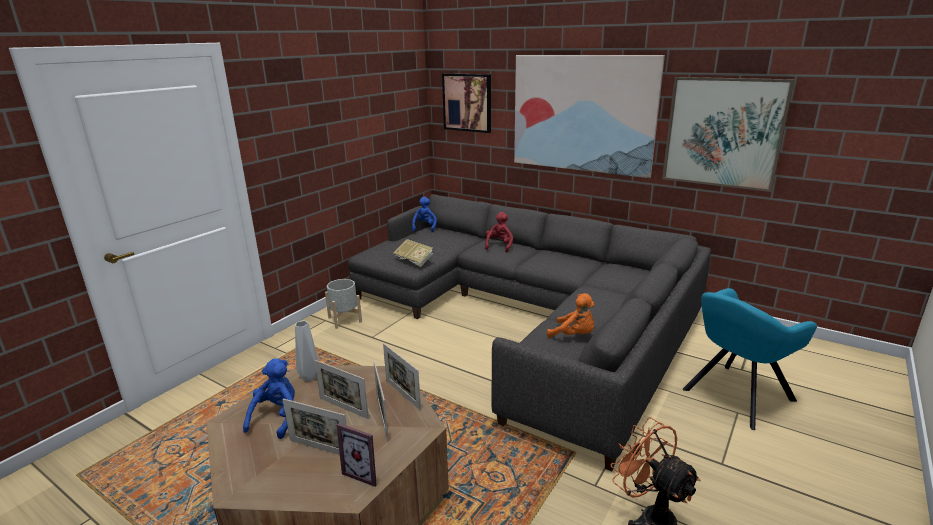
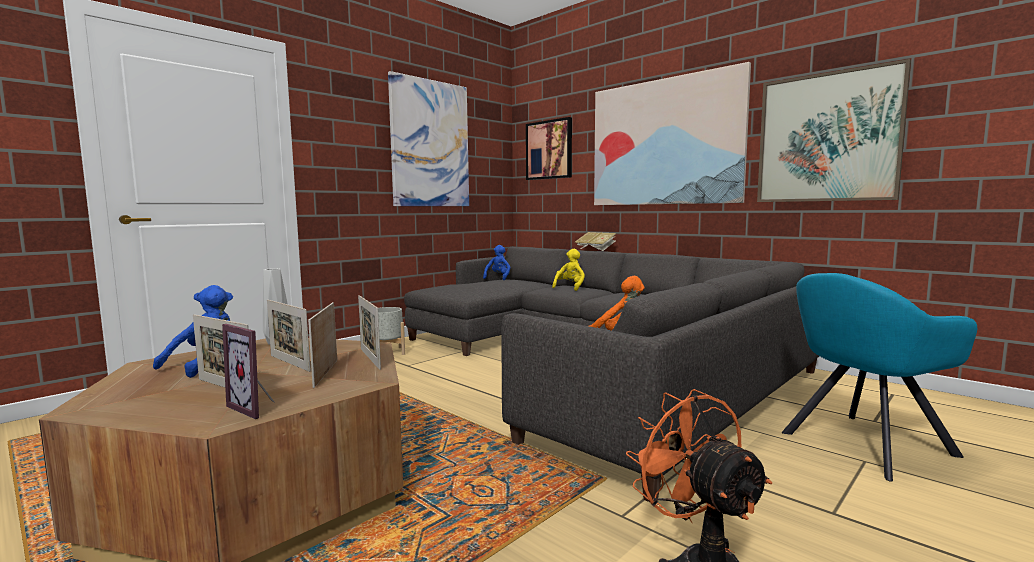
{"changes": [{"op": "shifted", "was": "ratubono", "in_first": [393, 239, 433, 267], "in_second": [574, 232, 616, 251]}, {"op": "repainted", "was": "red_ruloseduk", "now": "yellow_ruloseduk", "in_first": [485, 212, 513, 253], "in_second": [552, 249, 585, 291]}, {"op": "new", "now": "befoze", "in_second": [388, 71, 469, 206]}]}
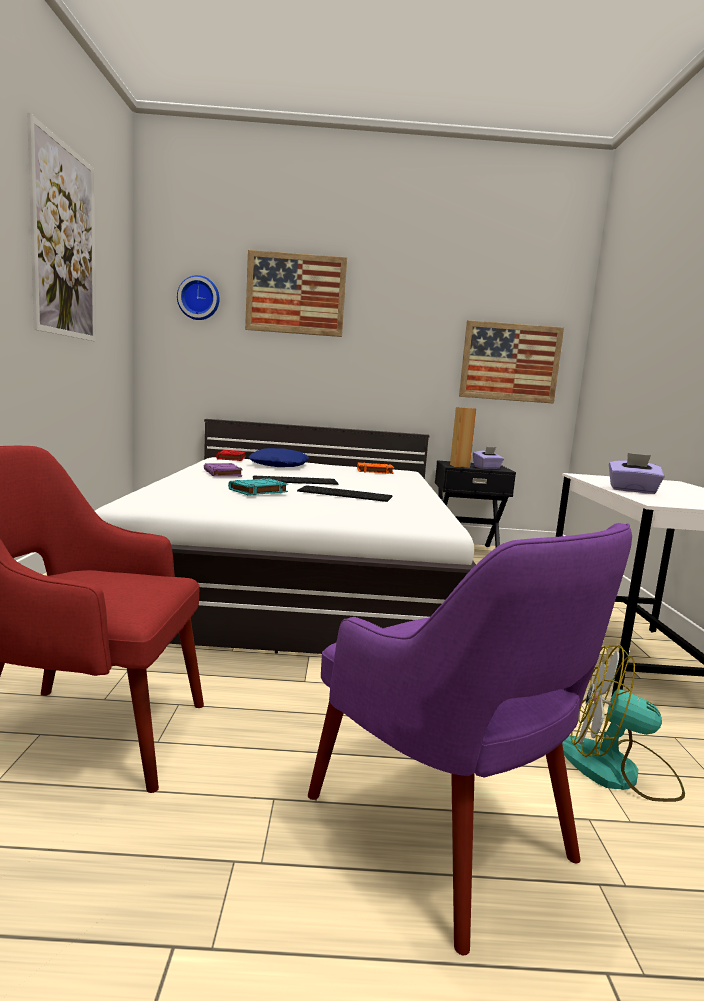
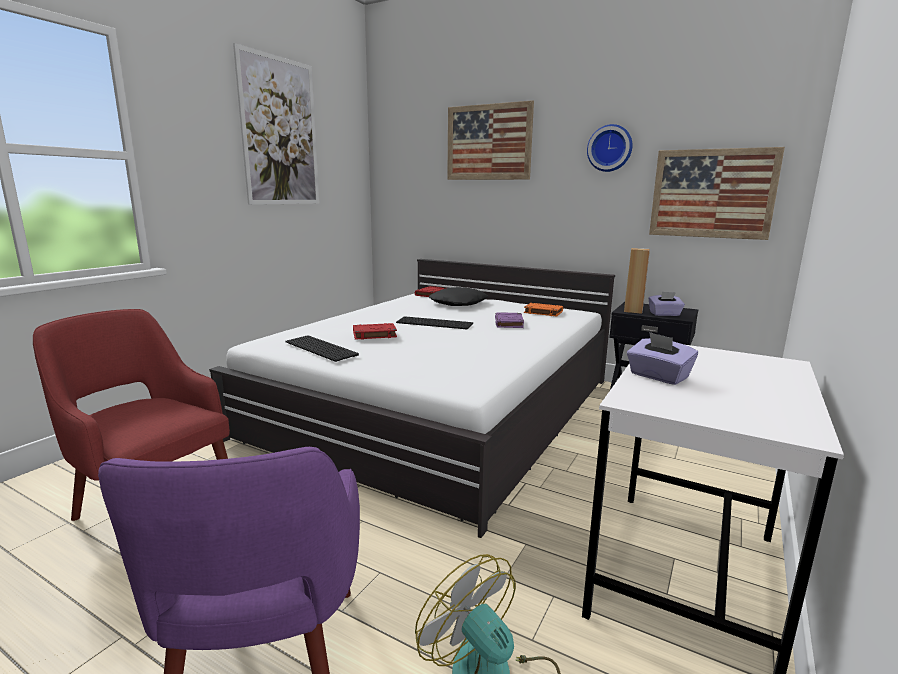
{"changes": [{"op": "shifted", "was": "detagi", "in_first": [177, 275, 220, 320], "in_second": [587, 124, 633, 172]}, {"op": "shifted", "was": "purple_ratubono", "in_first": [204, 463, 243, 477], "in_second": [495, 312, 524, 328]}, {"op": "repainted", "was": "turquoise_ratubono", "now": "red_ratubono", "in_first": [228, 478, 288, 495], "in_second": [353, 323, 397, 340]}, {"op": "repainted", "was": "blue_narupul", "now": "black_narupul", "in_first": [248, 448, 309, 467], "in_second": [429, 287, 488, 306]}, {"op": "shifted", "was": "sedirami", "in_first": [297, 485, 392, 502], "in_second": [285, 335, 359, 362]}]}
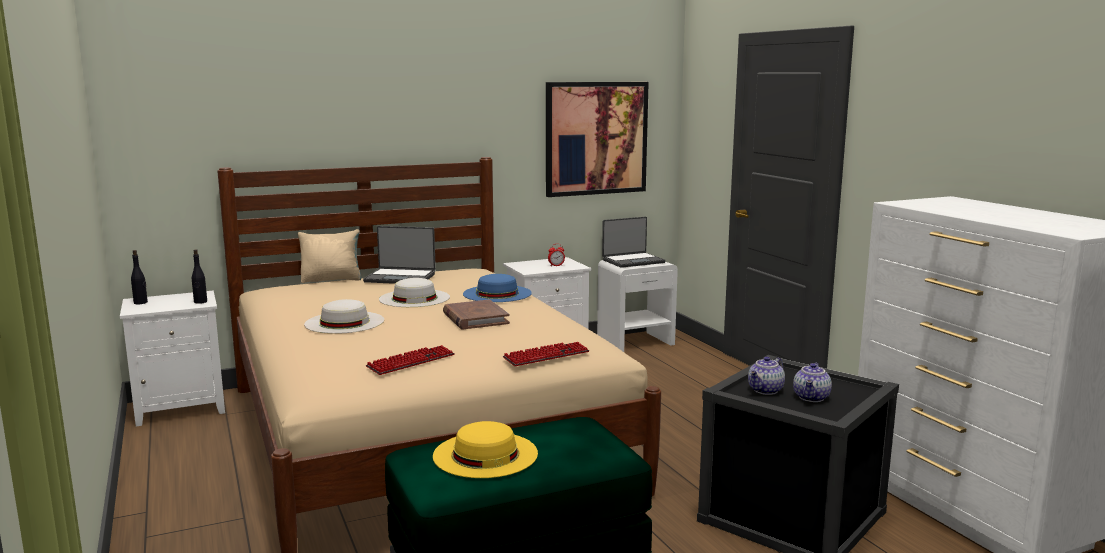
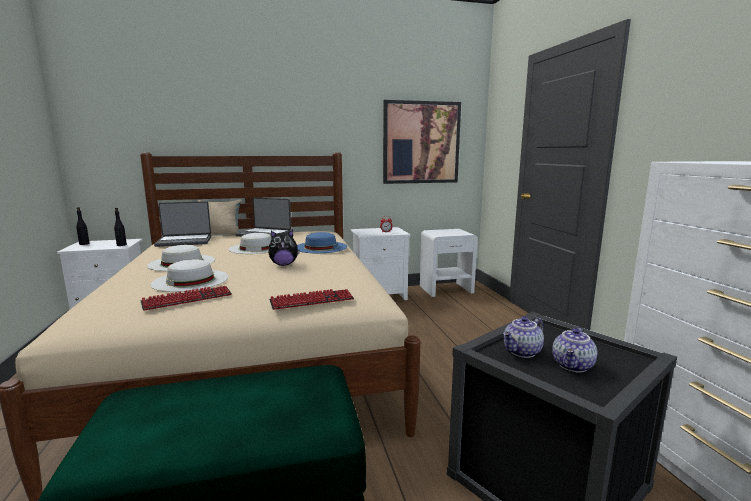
{"changes": [{"op": "gone", "was": "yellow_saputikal", "in_first": [433, 421, 538, 478]}, {"op": "swapped", "was": "brown_ratubono", "now": "ruloseduk", "in_first": [443, 299, 510, 330], "in_second": [268, 230, 300, 266]}, {"op": "shifted", "was": "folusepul", "in_first": [602, 217, 665, 268], "in_second": [154, 201, 211, 247]}, {"op": "new", "now": "white_saputikal", "in_second": [150, 259, 229, 292]}]}
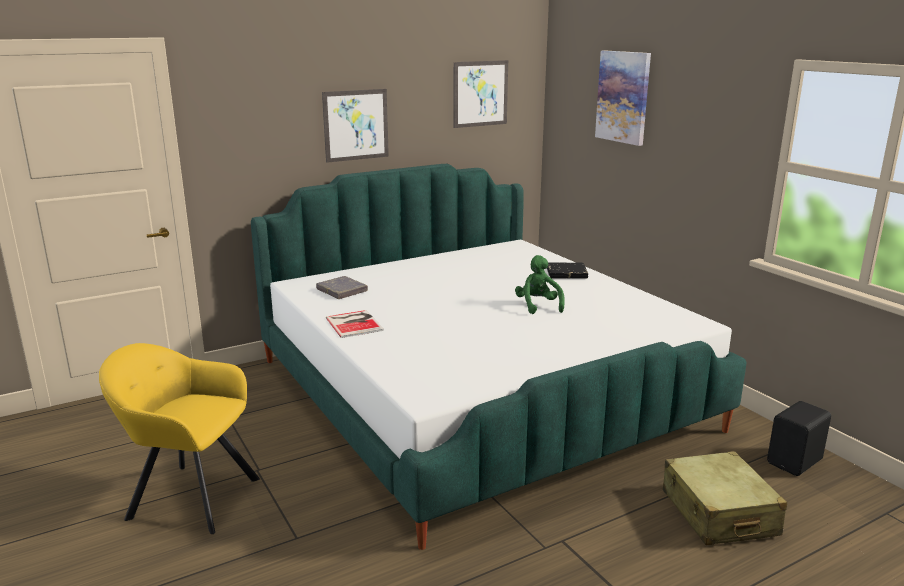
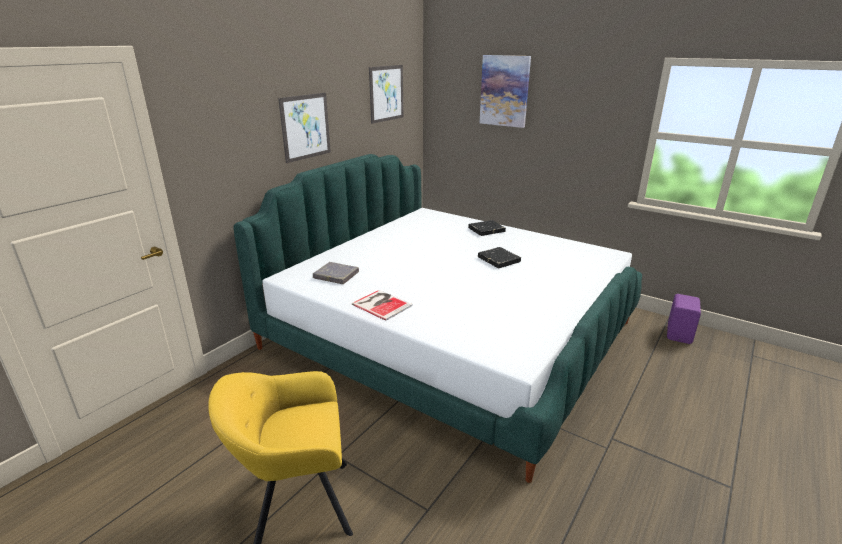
{"changes": [{"op": "swapped", "was": "green_ruloseduk", "now": "black_ratubono", "in_first": [515, 255, 565, 314], "in_second": [478, 247, 521, 268]}, {"op": "gone", "was": "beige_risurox", "in_first": [663, 451, 787, 545]}, {"op": "repainted", "was": "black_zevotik", "now": "purple_zevotik", "in_first": [767, 401, 831, 476], "in_second": [667, 294, 701, 344]}]}
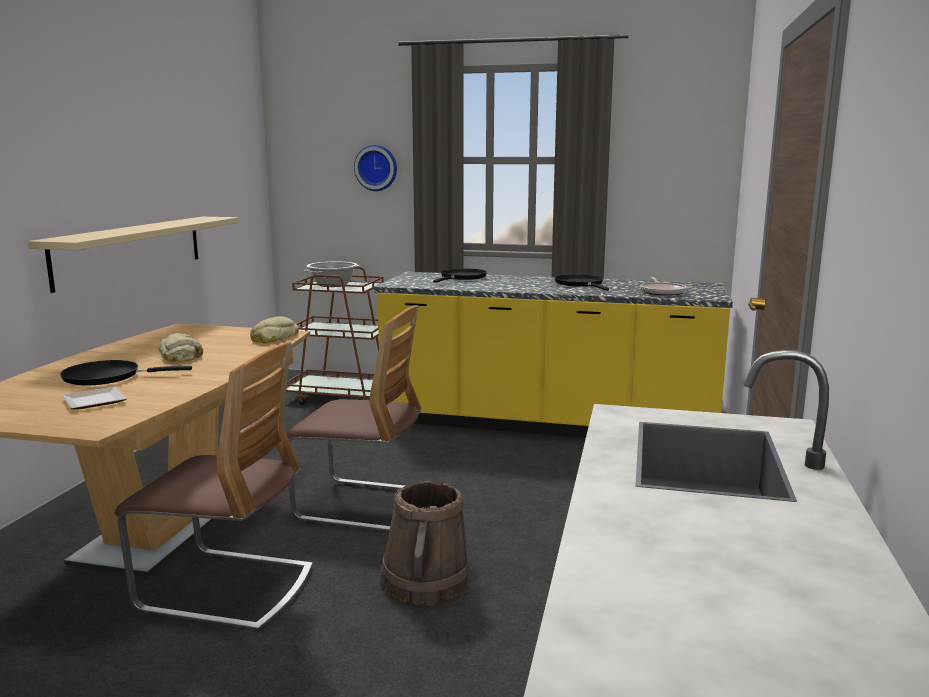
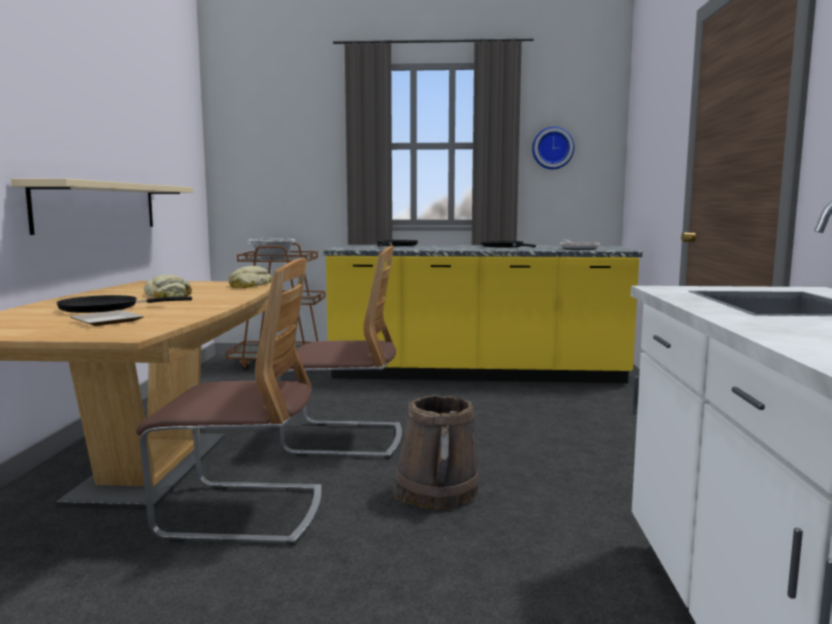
{"changes": [{"op": "shifted", "was": "detagi", "in_first": [354, 145, 397, 191], "in_second": [532, 127, 574, 169]}]}
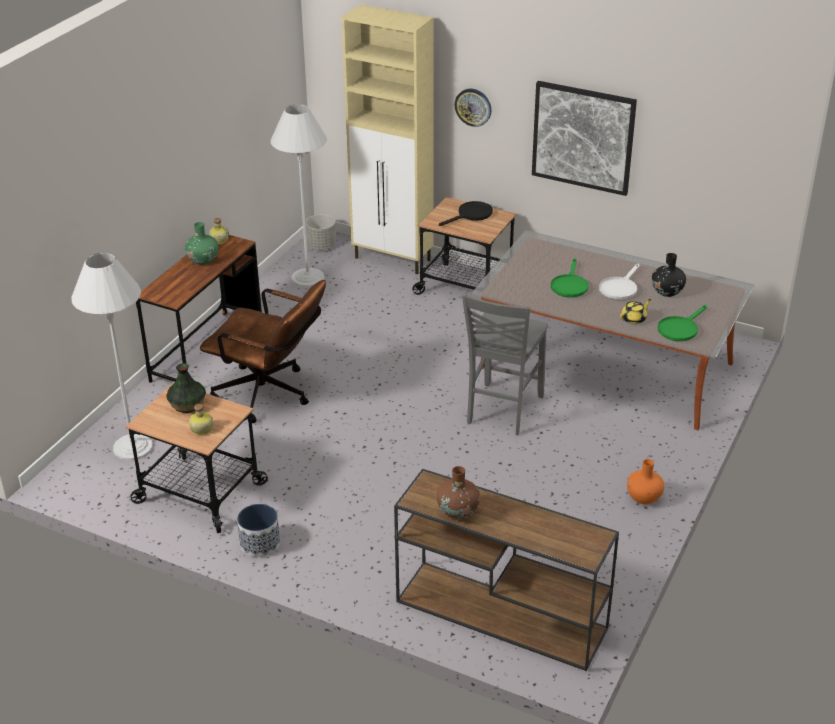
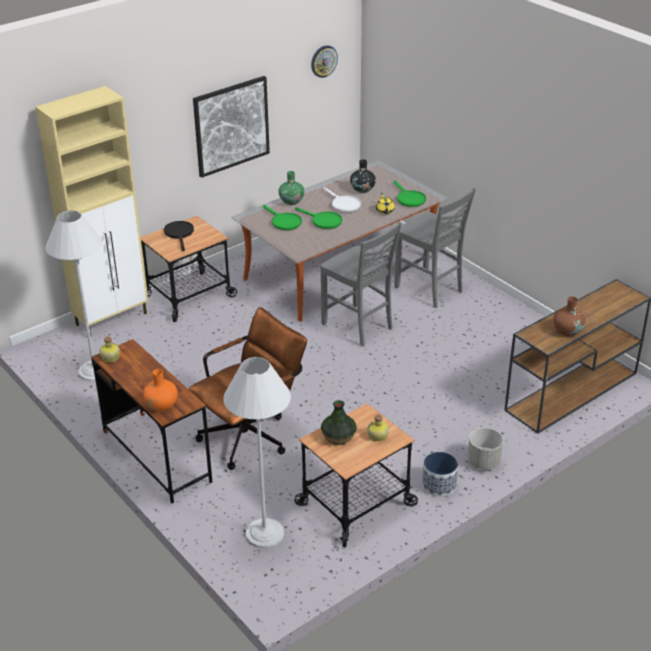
{"changes": [{"op": "shifted", "was": "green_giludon", "in_first": [185, 222, 219, 265], "in_second": [278, 171, 304, 205]}, {"op": "shifted", "was": "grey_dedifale", "in_first": [306, 214, 336, 250], "in_second": [467, 428, 503, 470]}, {"op": "shifted", "was": "detagi", "in_first": [454, 89, 492, 127], "in_second": [311, 45, 338, 78]}, {"op": "shifted", "was": "orange_giludon", "in_first": [627, 459, 664, 504], "in_second": [143, 369, 178, 411]}, {"op": "new", "now": "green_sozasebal", "in_second": [263, 205, 302, 230]}, {"op": "new", "now": "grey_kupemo", "in_second": [394, 188, 476, 308]}]}
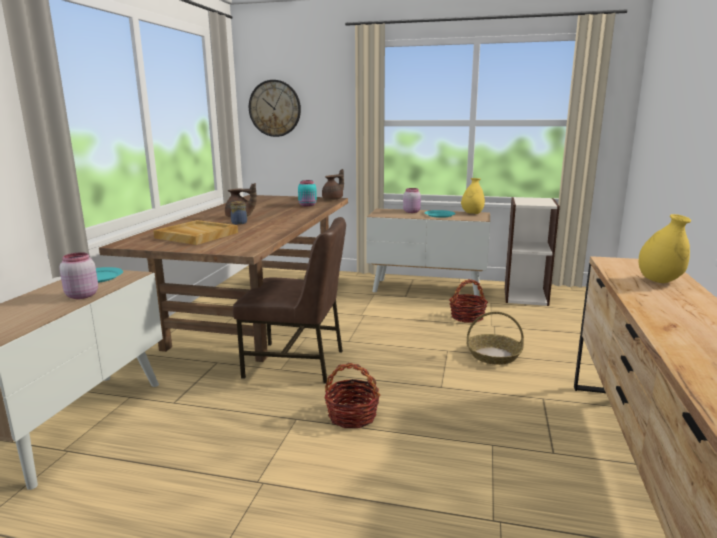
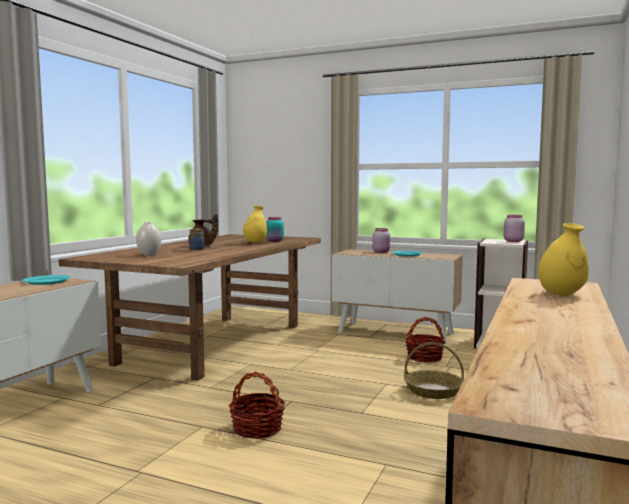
{"changes": [{"op": "shifted", "was": "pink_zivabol", "in_first": [59, 252, 98, 299], "in_second": [504, 215, 525, 242]}, {"op": "swapped", "was": "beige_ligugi", "now": "white_giludon", "in_first": [153, 220, 238, 245], "in_second": [136, 221, 162, 256]}, {"op": "gone", "was": "brown_kupemo", "in_first": [233, 217, 346, 384]}, {"op": "gone", "was": "detagi", "in_first": [249, 80, 301, 137]}, {"op": "gone", "was": "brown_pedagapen", "in_first": [322, 169, 344, 200]}, {"op": "shifted", "was": "yellow_giludon", "in_first": [461, 178, 485, 214], "in_second": [243, 206, 267, 243]}]}
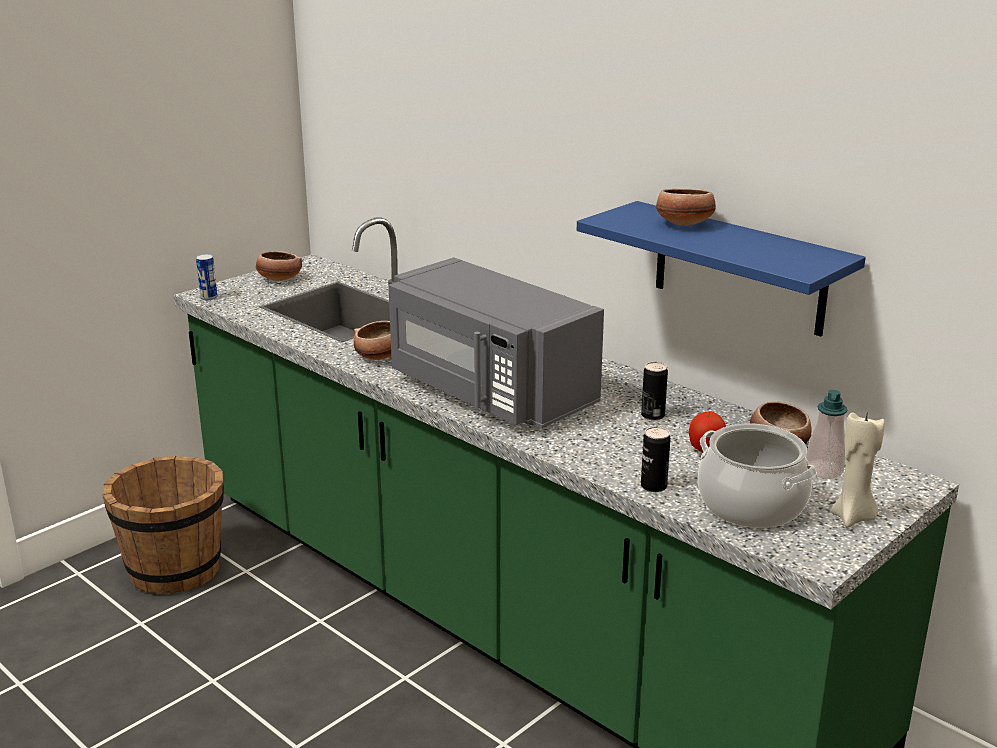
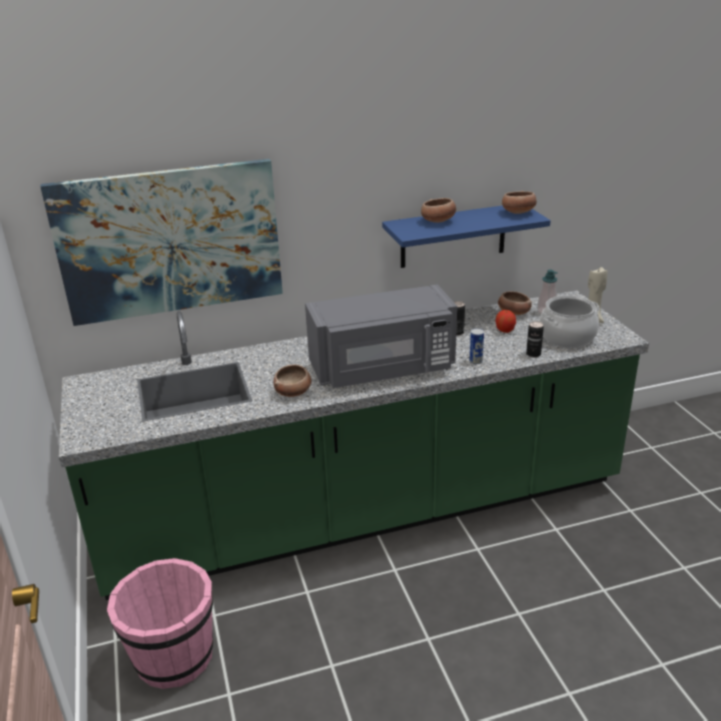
{"changes": [{"op": "repainted", "was": "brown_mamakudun", "now": "pink_mamakudun", "in_first": [102, 456, 224, 594], "in_second": [107, 558, 213, 689]}, {"op": "shifted", "was": "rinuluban", "in_first": [196, 254, 217, 300], "in_second": [469, 328, 484, 364]}, {"op": "shifted", "was": "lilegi", "in_first": [256, 251, 302, 281], "in_second": [502, 191, 537, 214]}, {"op": "new", "now": "befoze", "in_second": [40, 159, 283, 326]}]}
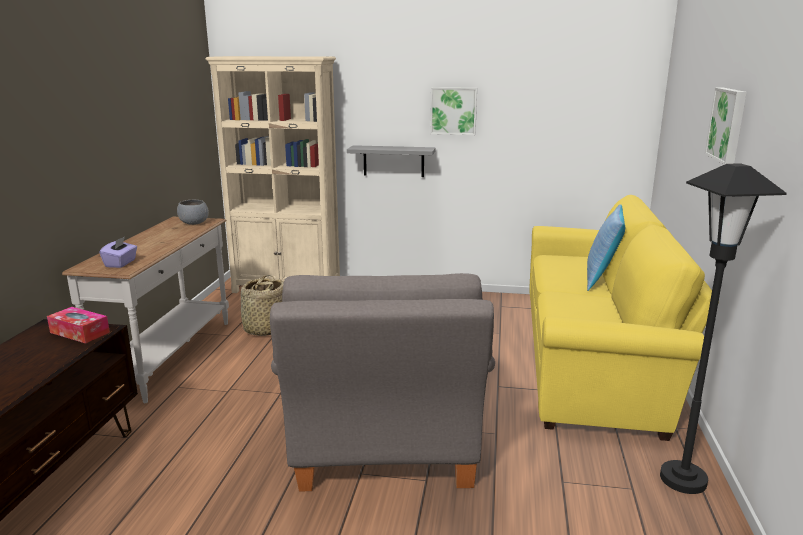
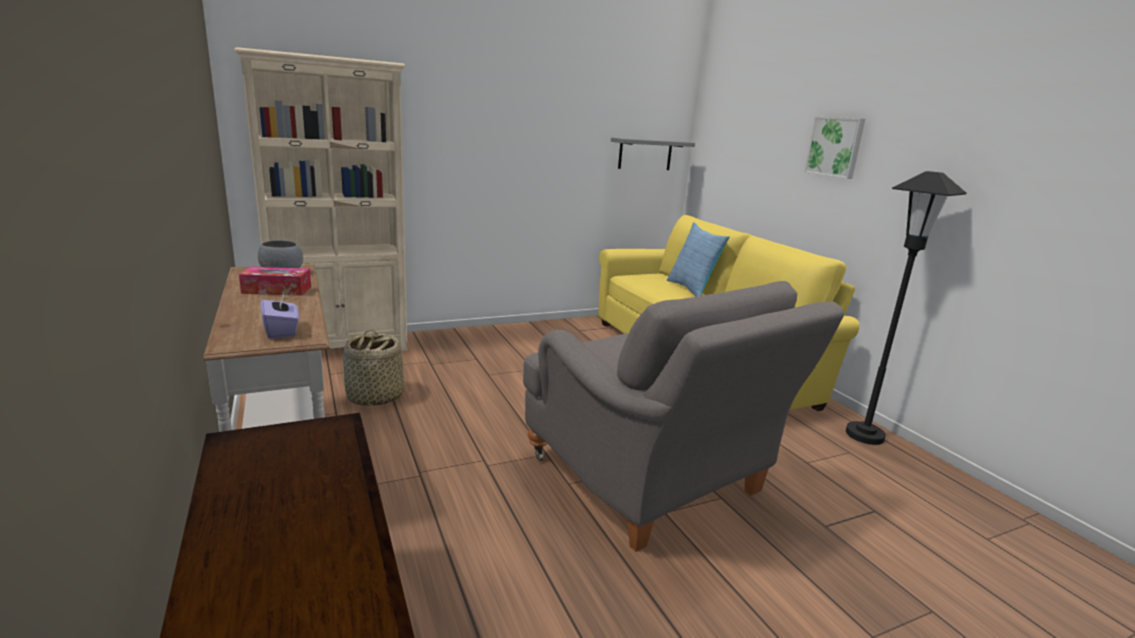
{"changes": [{"op": "shifted", "was": "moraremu", "in_first": [47, 307, 110, 343], "in_second": [239, 267, 311, 296]}, {"op": "shifted", "was": "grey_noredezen", "in_first": [347, 145, 436, 177], "in_second": [611, 137, 695, 170]}, {"op": "gone", "was": "befoze", "in_first": [430, 87, 477, 135]}]}
